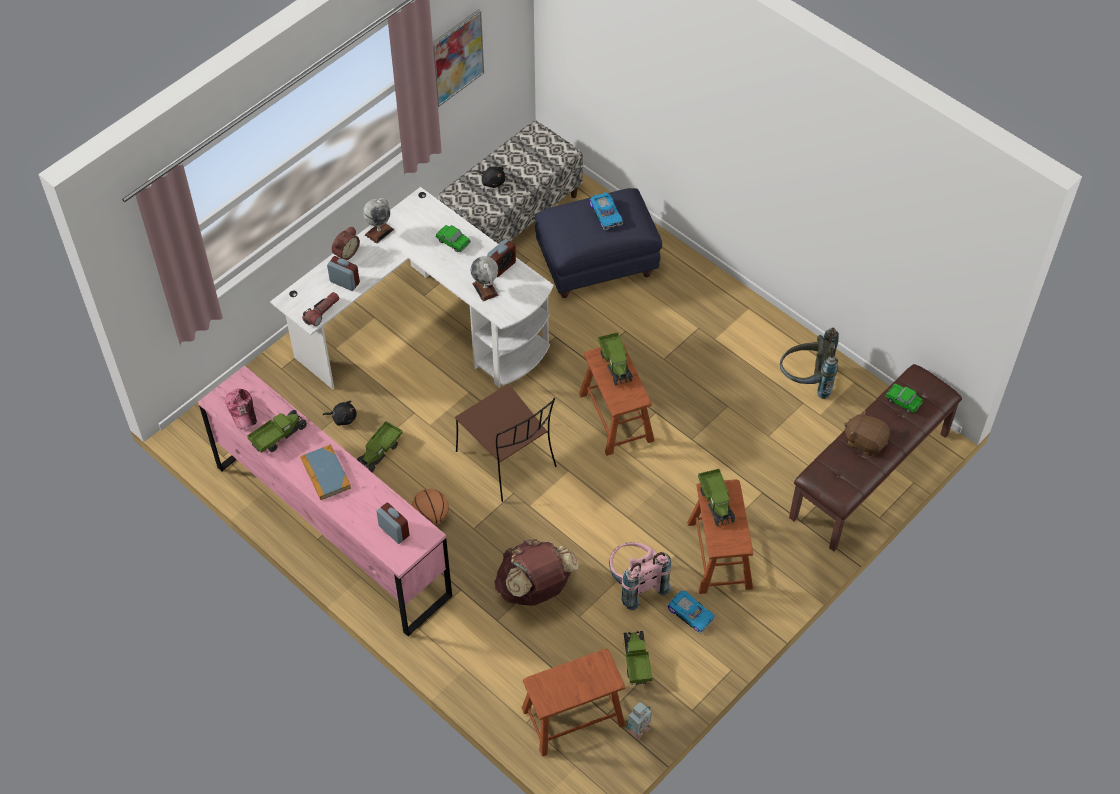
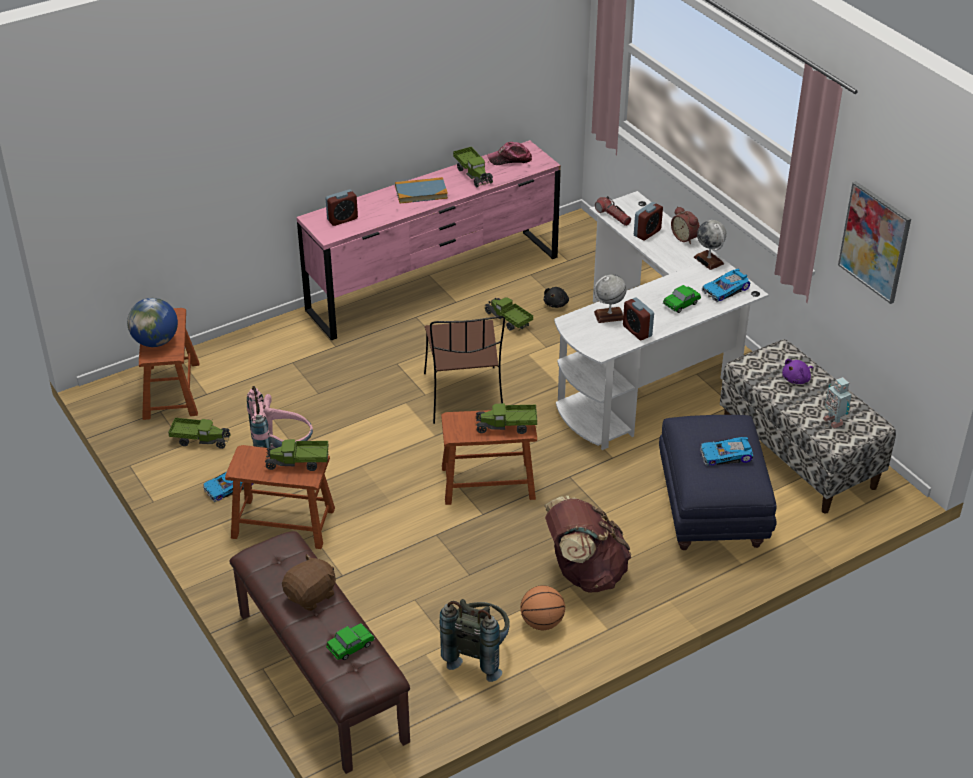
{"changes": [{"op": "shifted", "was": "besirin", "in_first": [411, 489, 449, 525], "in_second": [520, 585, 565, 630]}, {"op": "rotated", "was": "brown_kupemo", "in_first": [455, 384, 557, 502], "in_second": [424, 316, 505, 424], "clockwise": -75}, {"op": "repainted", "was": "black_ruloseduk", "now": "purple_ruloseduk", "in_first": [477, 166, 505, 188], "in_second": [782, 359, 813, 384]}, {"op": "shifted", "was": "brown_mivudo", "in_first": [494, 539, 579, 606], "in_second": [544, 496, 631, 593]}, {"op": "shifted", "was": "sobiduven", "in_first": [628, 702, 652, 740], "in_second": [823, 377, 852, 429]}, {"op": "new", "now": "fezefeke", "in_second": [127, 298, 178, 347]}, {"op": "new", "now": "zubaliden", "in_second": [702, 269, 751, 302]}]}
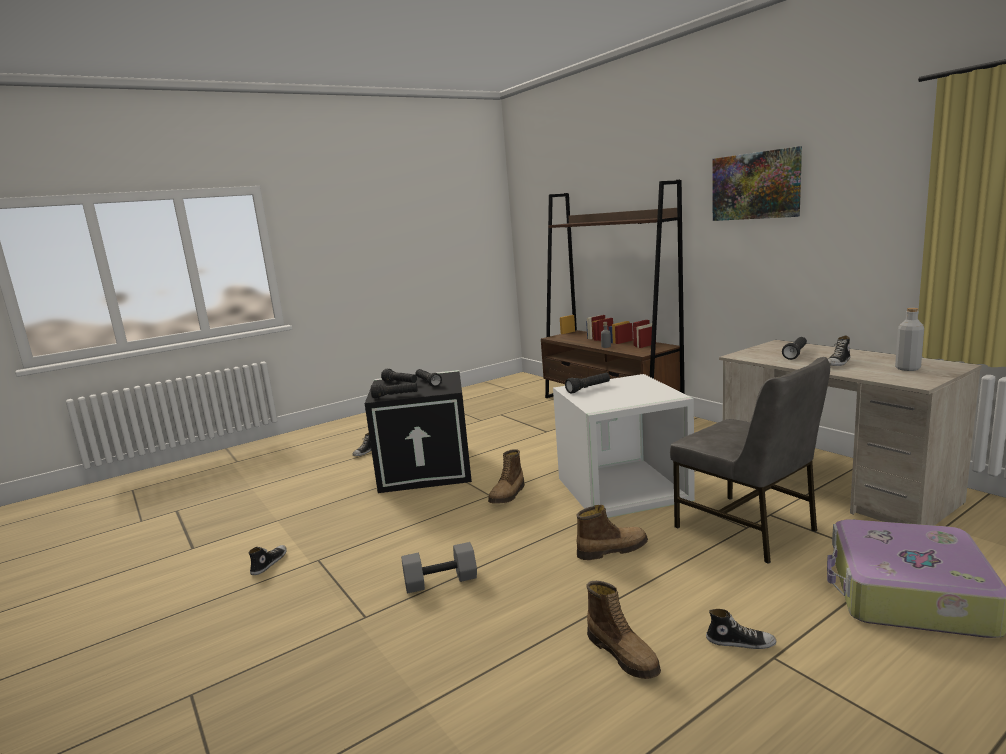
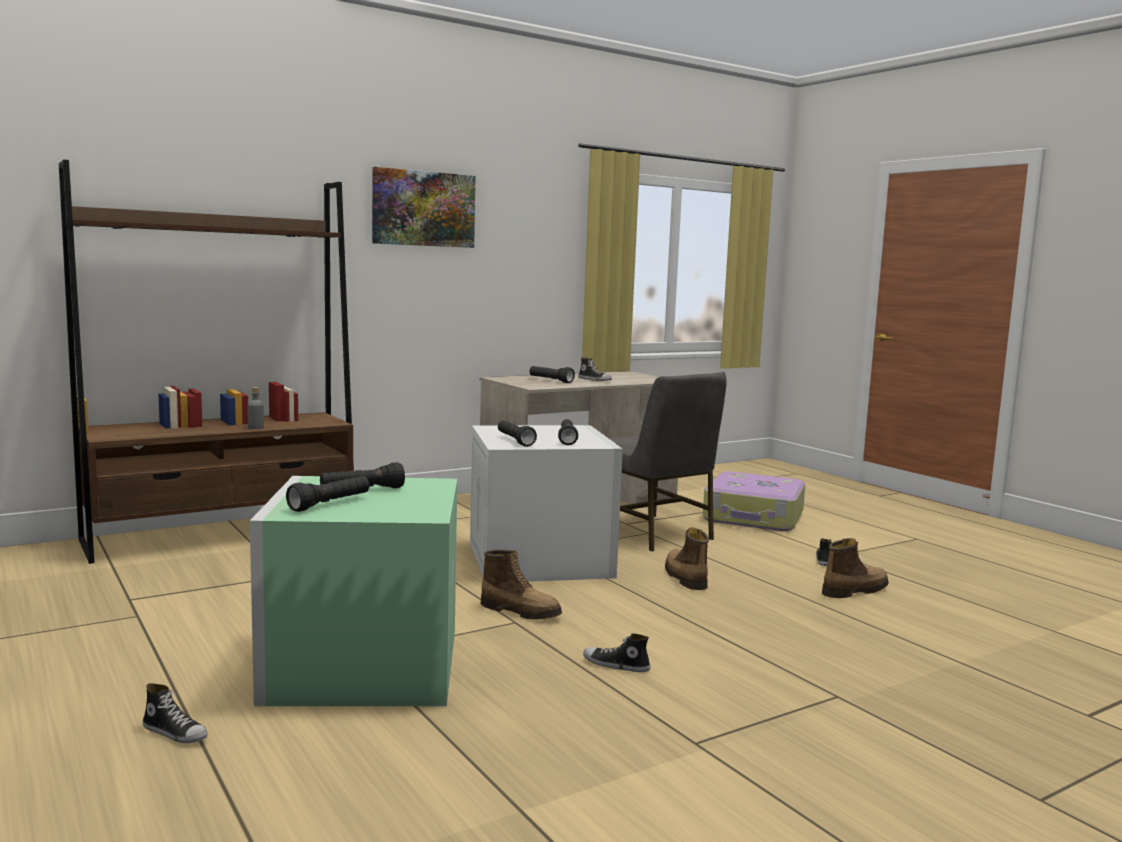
{"changes": [{"op": "shifted", "was": "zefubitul", "in_first": [249, 545, 287, 575], "in_second": [583, 633, 651, 672]}, {"op": "repainted", "was": "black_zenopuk", "now": "green_zenopuk", "in_first": [365, 370, 472, 493], "in_second": [250, 476, 457, 706]}, {"op": "shifted", "was": "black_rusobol", "in_first": [371, 383, 417, 398], "in_second": [558, 419, 578, 445]}, {"op": "gone", "was": "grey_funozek", "in_first": [401, 542, 477, 593]}, {"op": "rotated", "was": "grey_kupemo", "in_first": [670, 357, 830, 564], "in_second": [609, 372, 727, 551], "clockwise": 90}, {"op": "gone", "was": "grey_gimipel", "in_first": [895, 308, 924, 371]}]}
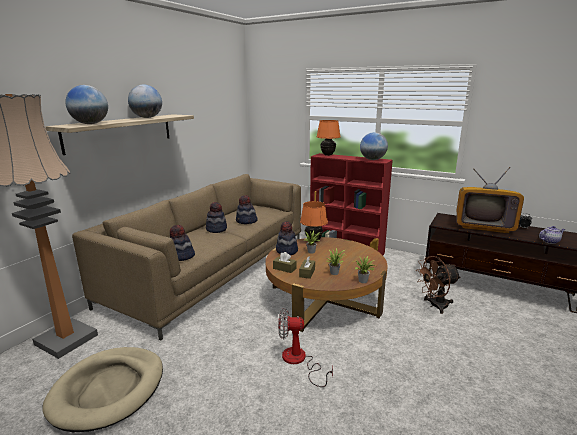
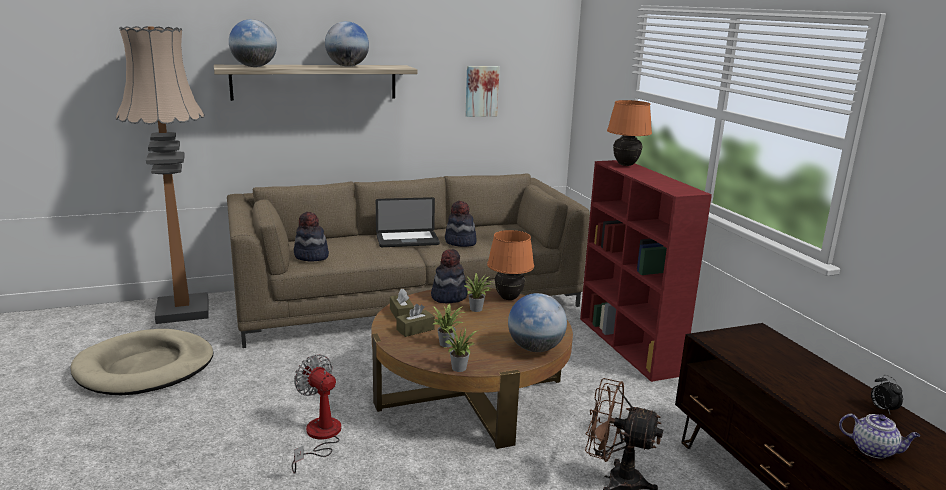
{"changes": [{"op": "swapped", "was": "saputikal", "now": "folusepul", "in_first": [206, 202, 227, 233], "in_second": [376, 197, 440, 247]}, {"op": "shifted", "was": "fezefeke", "in_first": [360, 132, 388, 160], "in_second": [508, 293, 567, 352]}, {"op": "gone", "was": "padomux", "in_first": [456, 167, 524, 233]}, {"op": "new", "now": "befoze", "in_second": [466, 66, 499, 117]}]}
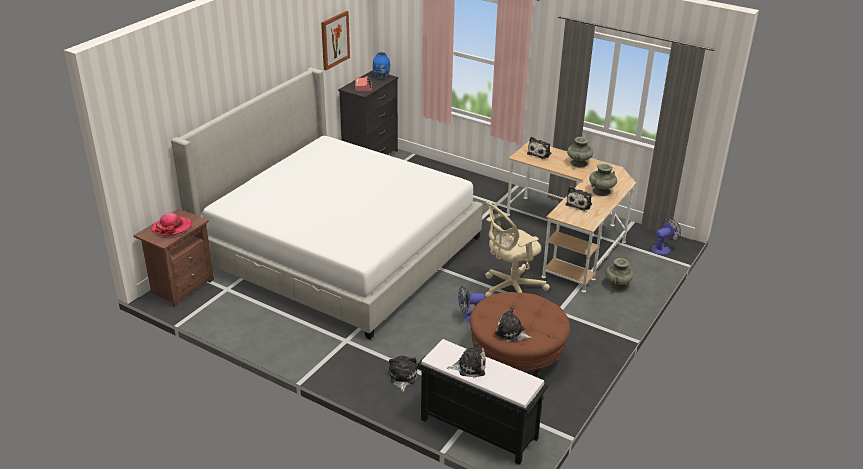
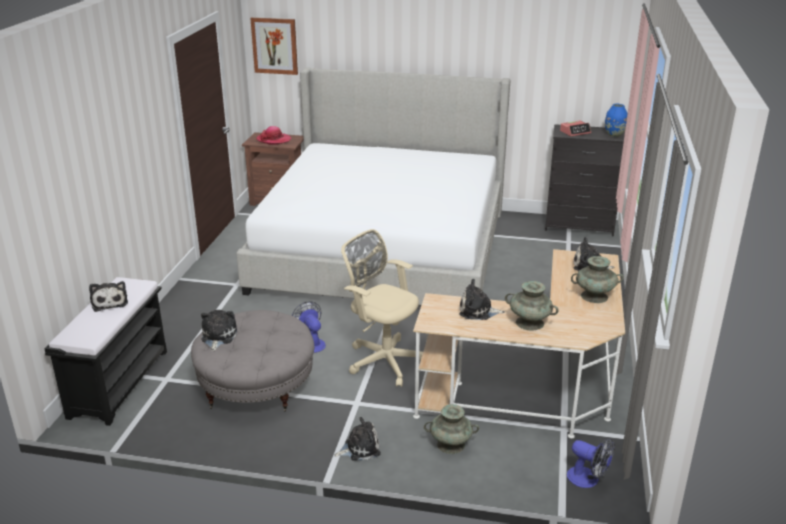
{"changes": [{"op": "shifted", "was": "befoze", "in_first": [321, 11, 350, 70], "in_second": [250, 17, 298, 75]}, {"op": "shifted", "was": "ruloseduk", "in_first": [389, 356, 417, 392], "in_second": [334, 417, 381, 461]}, {"op": "repainted", "was": "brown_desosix", "now": "grey_desosix", "in_first": [470, 292, 570, 377], "in_second": [191, 310, 314, 412]}]}
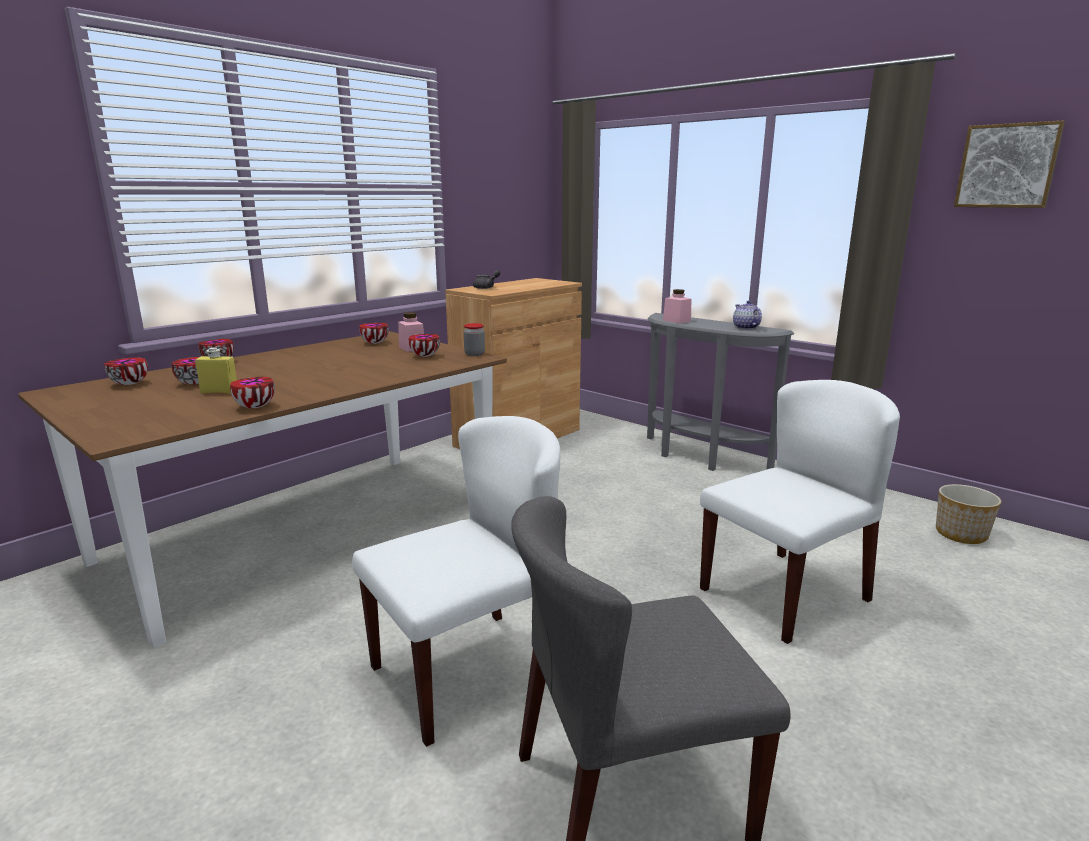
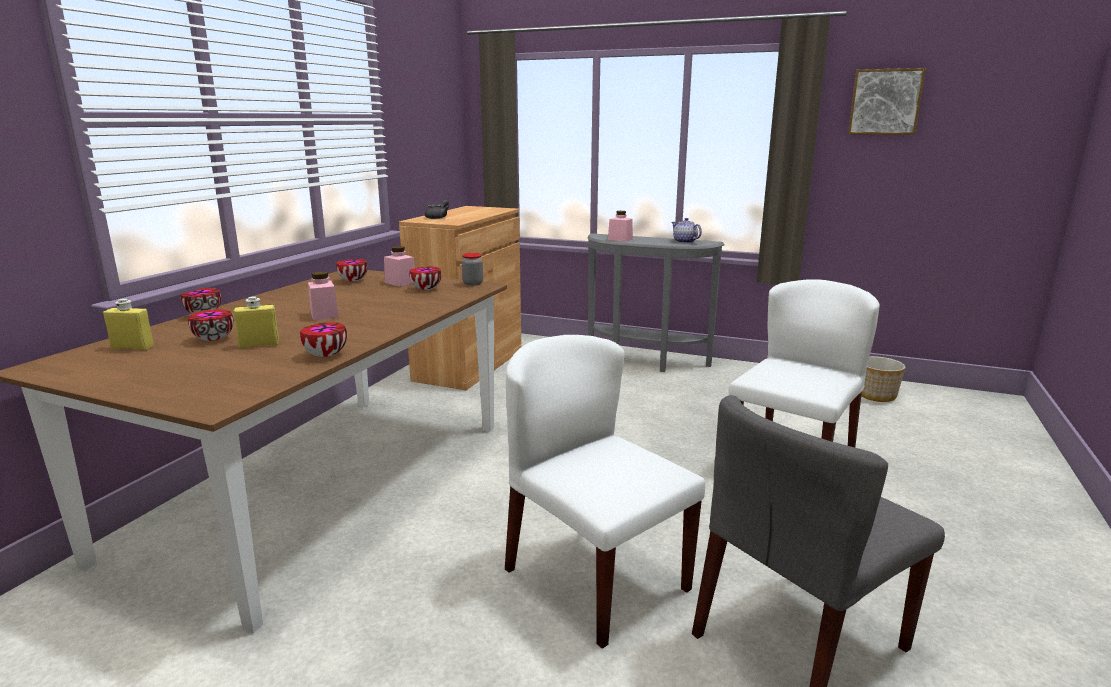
{"changes": [{"op": "swapped", "was": "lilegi", "now": "yellow_gimipel", "in_first": [104, 358, 148, 385], "in_second": [103, 299, 154, 350]}, {"op": "rotated", "was": "white_kupemo", "in_first": [352, 416, 561, 747], "in_second": [505, 335, 705, 649], "clockwise": -75}, {"op": "new", "now": "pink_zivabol", "in_second": [308, 271, 339, 320]}]}
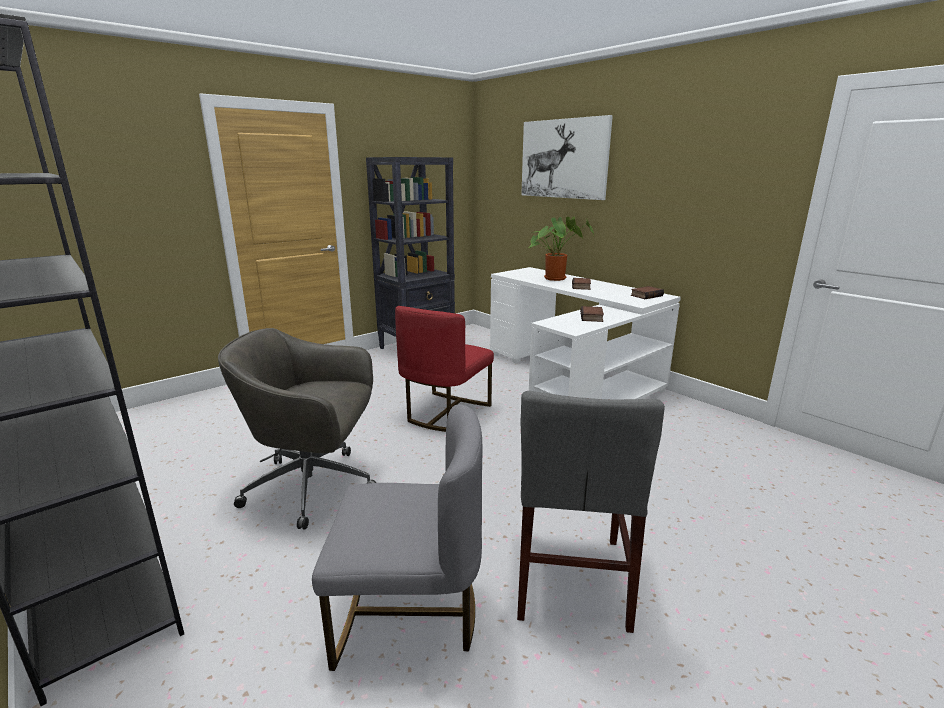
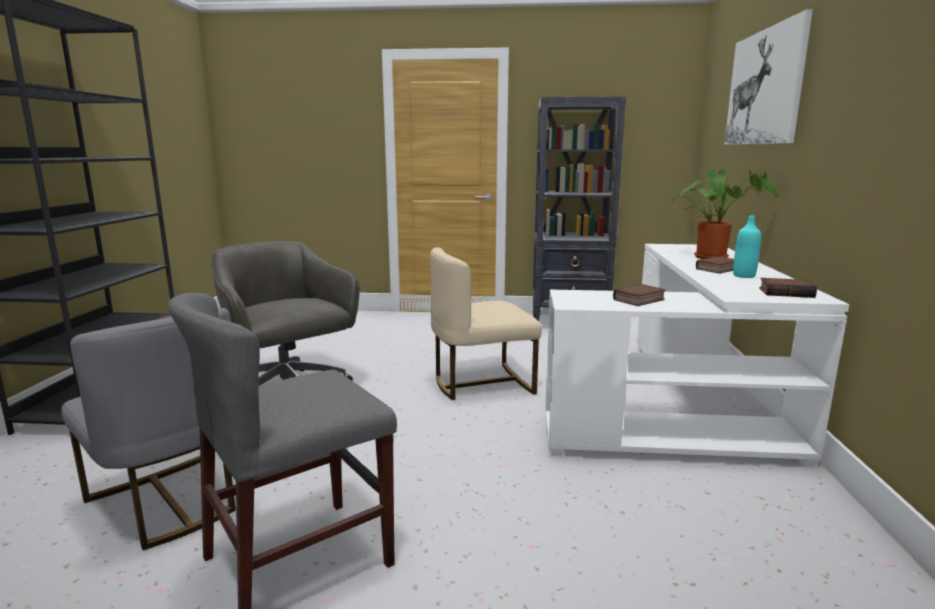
{"changes": [{"op": "repainted", "was": "red_kupemo", "now": "beige_kupemo", "in_first": [395, 306, 494, 432], "in_second": [430, 247, 542, 400]}, {"op": "new", "now": "turquoise_gimipel", "in_second": [733, 216, 761, 278]}]}
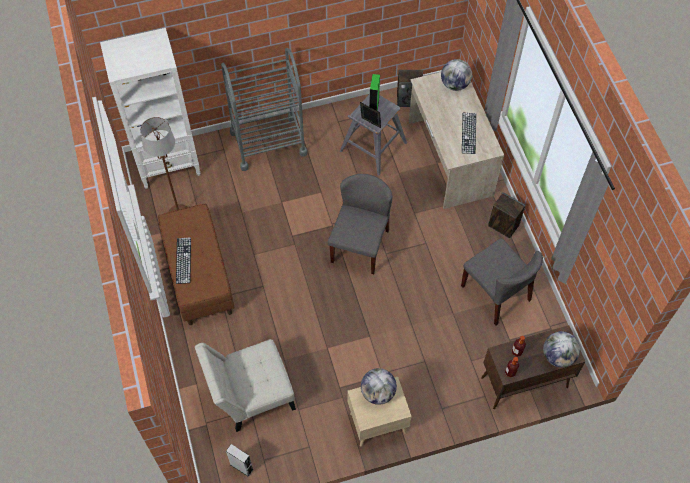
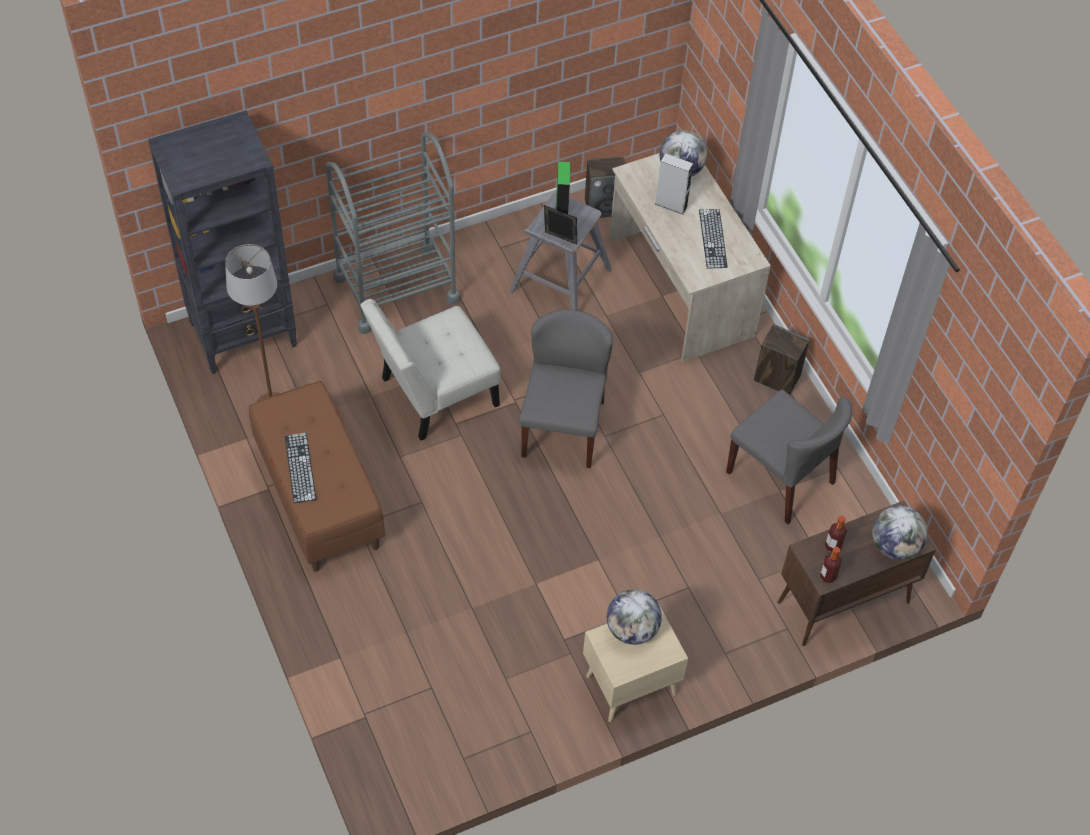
{"changes": [{"op": "repainted", "was": "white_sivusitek", "now": "black_sivusitek", "in_first": [100, 28, 201, 189], "in_second": [148, 110, 297, 374]}, {"op": "shifted", "was": "white_kupemo", "in_first": [195, 339, 296, 432], "in_second": [360, 299, 501, 440]}, {"op": "shifted", "was": "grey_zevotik", "in_first": [226, 444, 254, 477], "in_second": [655, 153, 693, 214]}]}
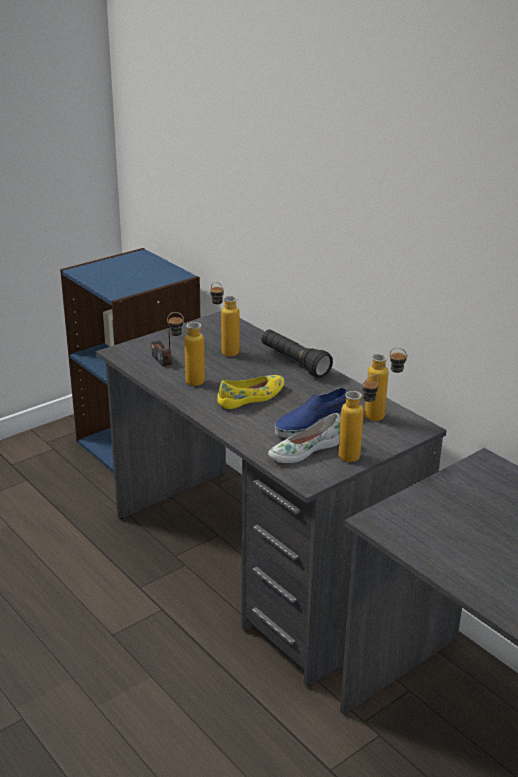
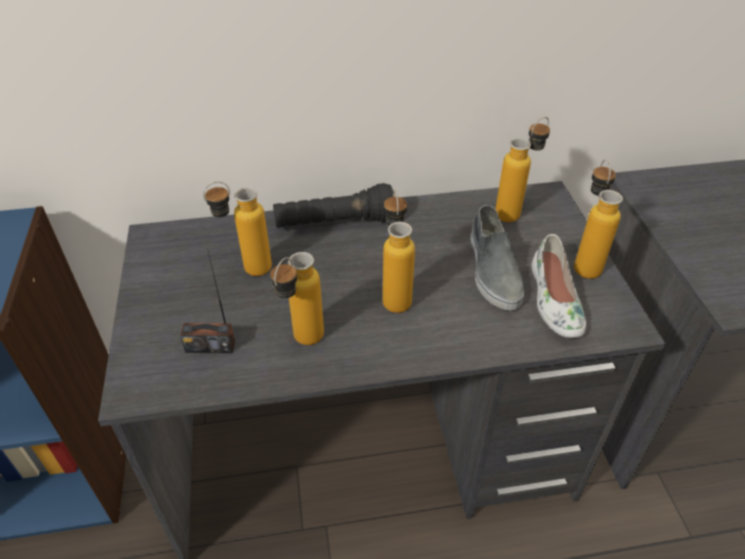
{"changes": [{"op": "swapped", "was": "yellow_zefubitul", "now": "gimipel", "in_first": [217, 375, 284, 409], "in_second": [383, 189, 415, 313]}, {"op": "repainted", "was": "blue_zefubitul", "now": "grey_zefubitul", "in_first": [274, 388, 348, 438], "in_second": [471, 205, 524, 310]}]}
